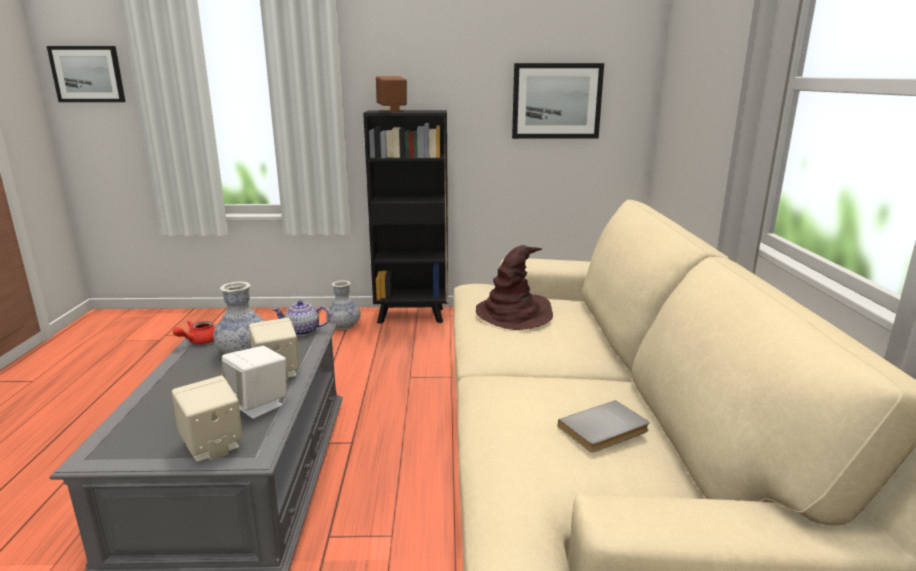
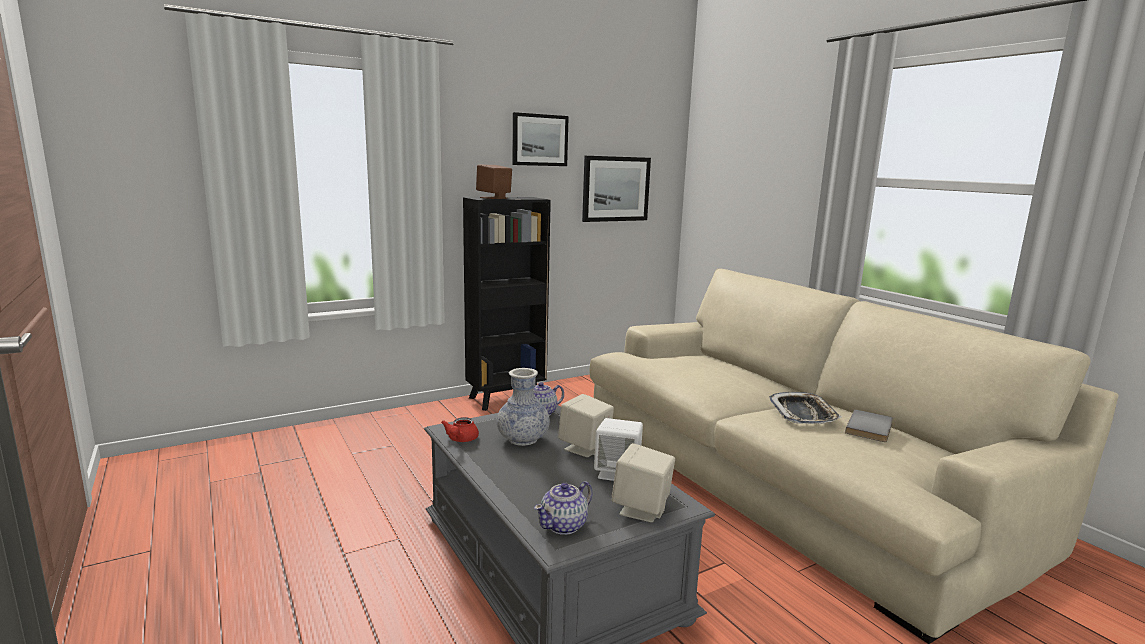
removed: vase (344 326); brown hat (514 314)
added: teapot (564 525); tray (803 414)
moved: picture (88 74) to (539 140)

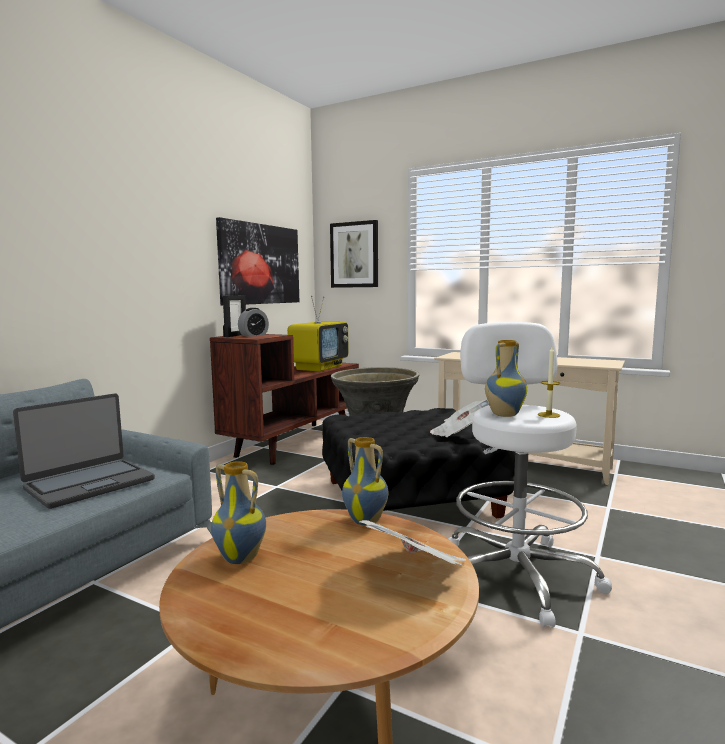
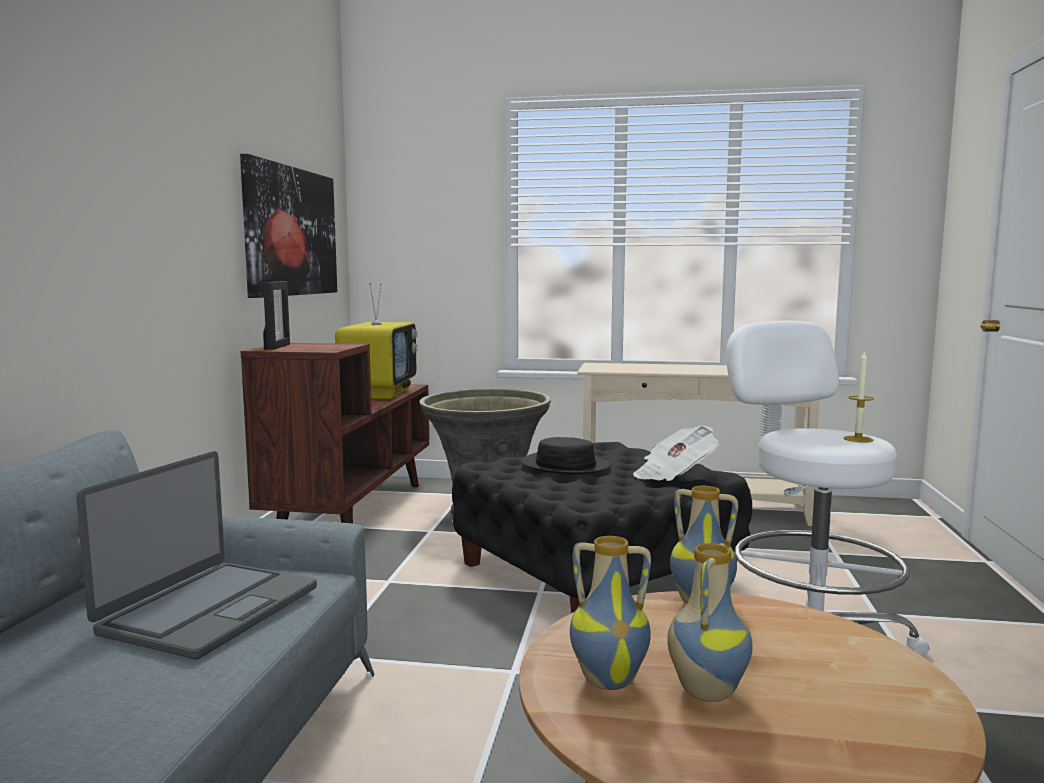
removed: alarm clock (253 335); picture (354 255); newspaper (415 570)
added: black hat (565 466)
moved: vase (504 414) to (705 691)

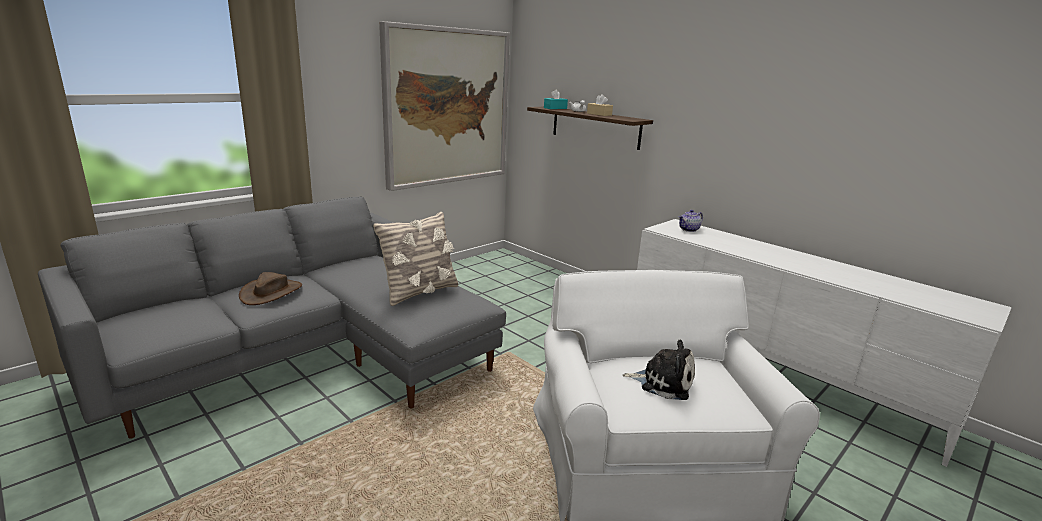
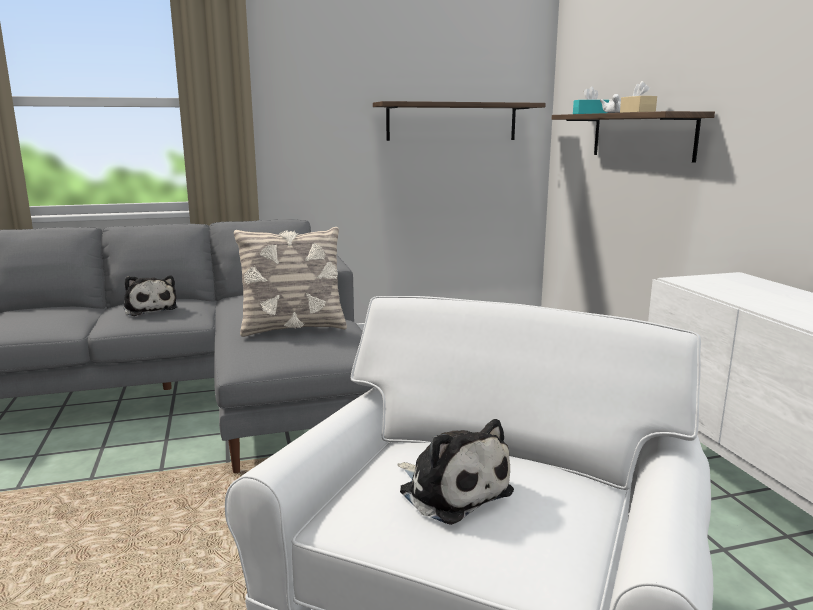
removed: teapot (689 230)
replaced: brown hat (271 292) to plush toy (150 309); picture (447 107) to shelf (452 121)

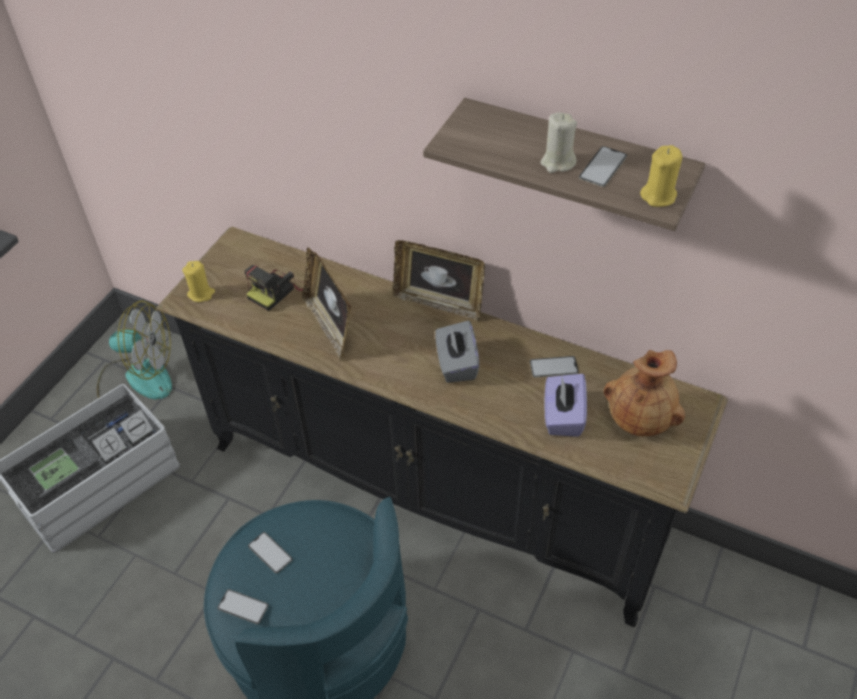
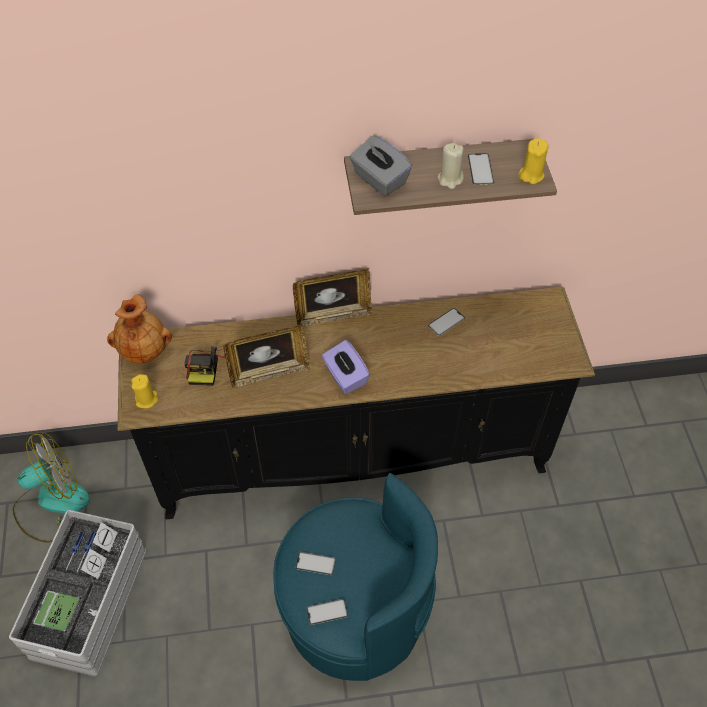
moved: brown vase (640 419) to (144 349); purple tissue box (562 416) to (345 377); grey tissue box (456 364) to (379 179)
turned: picture frame (330 325) = (269 372) 45 degrees counterclockwise

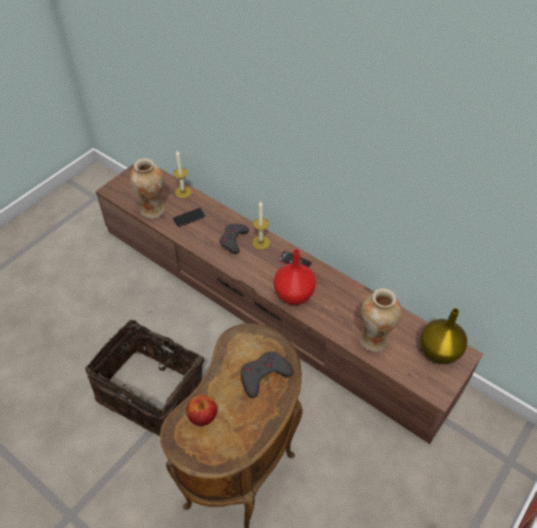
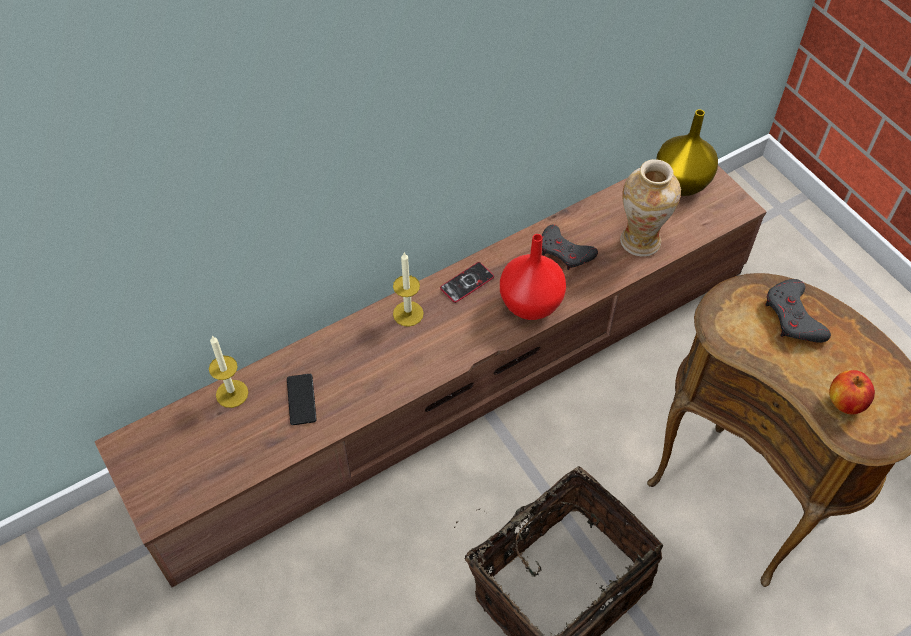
removed: vase (152 210)
moved: grey game controller (233 240) to (565 252)

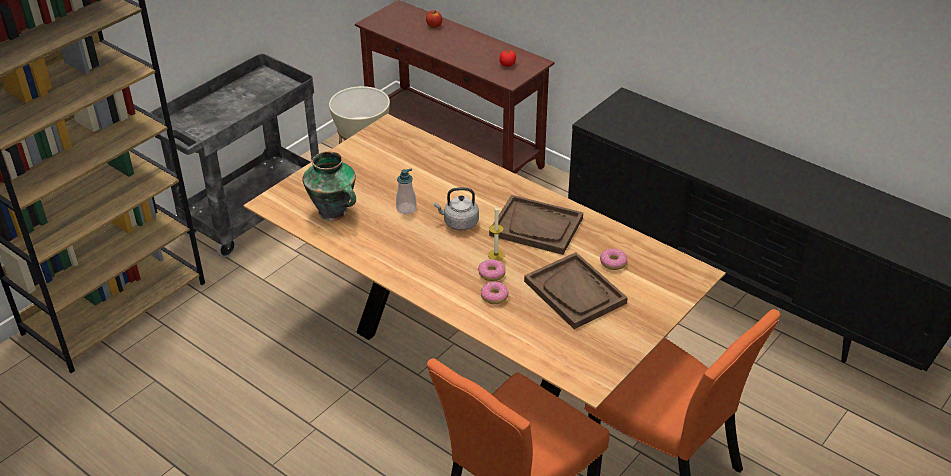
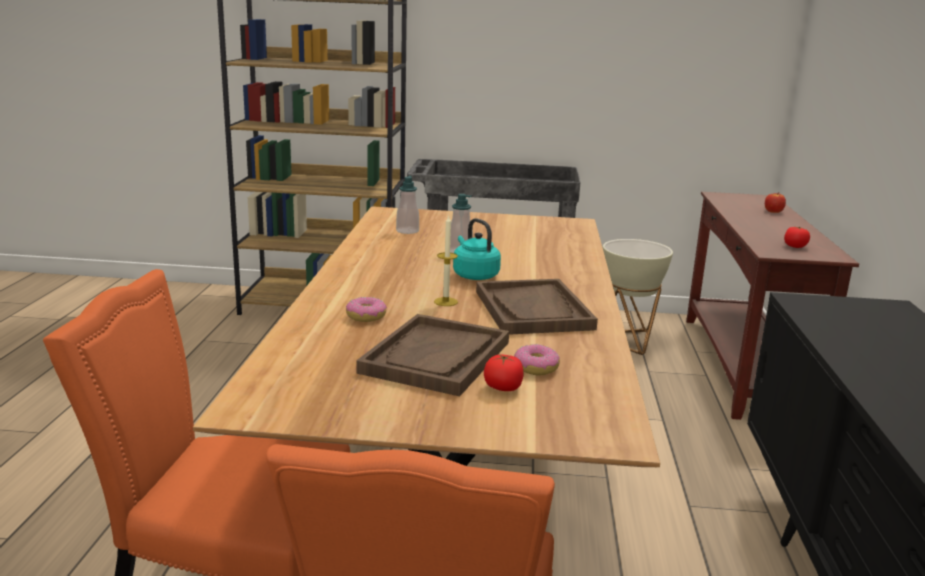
removed: donut (491 274)
added: tomato (503 388)
replaced: vase (334 213) to soap dispenser (407 231)
recoloured: grey kettle (459 223) to turquoise kettle (474 275)

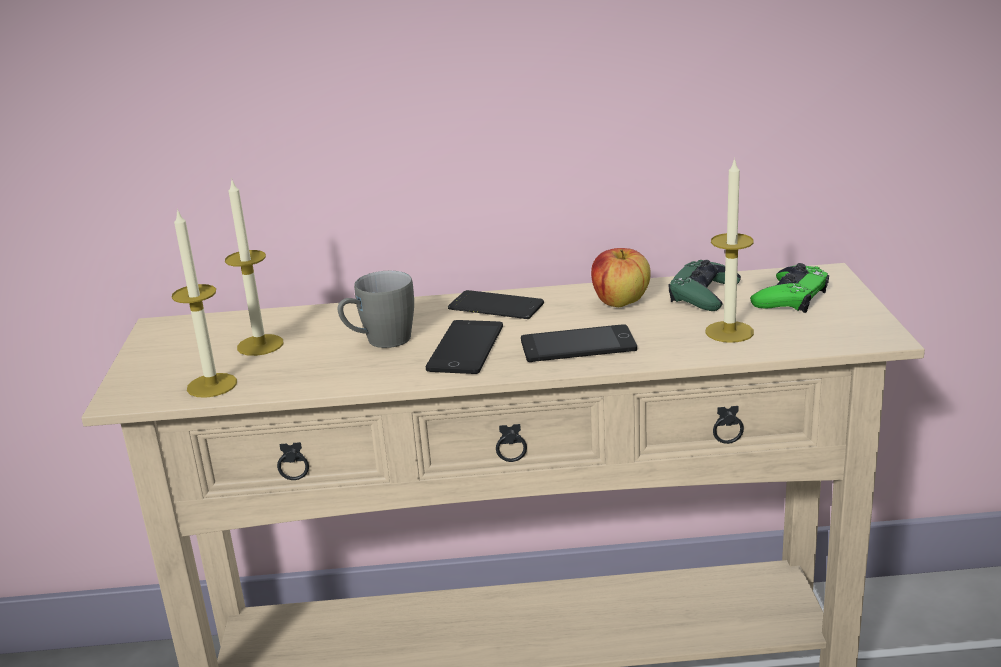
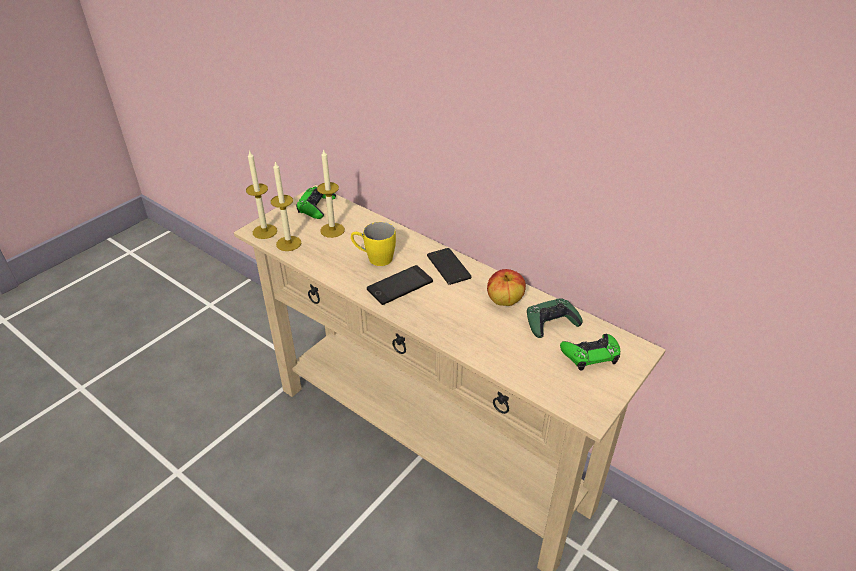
removed: phone (578 345)
added: green game controller (316 207)
moved: candle (729 332) to (265 231)
recoloured: grey mug (380 342) to yellow mug (374 258)

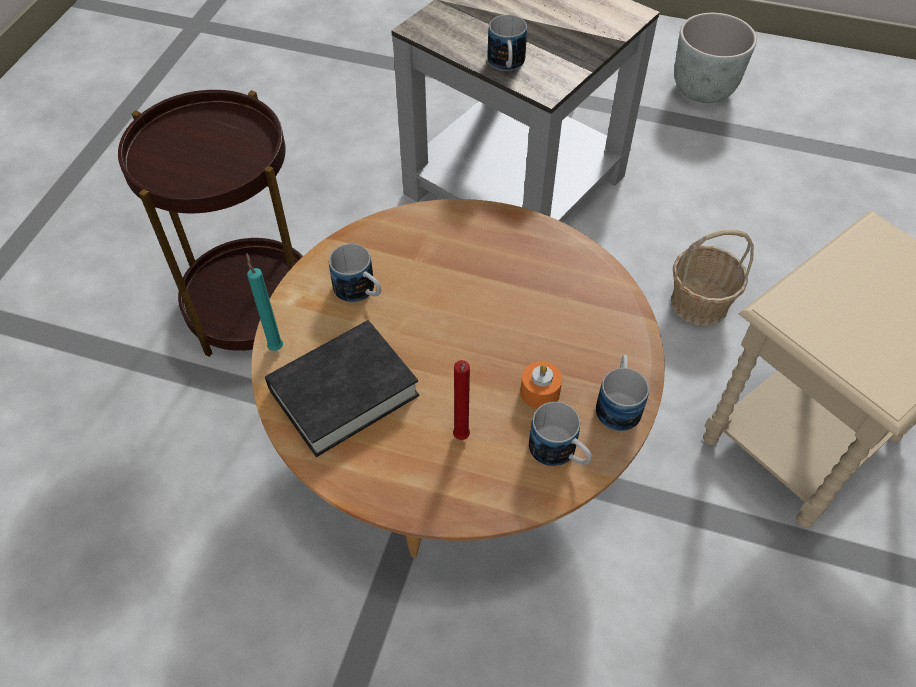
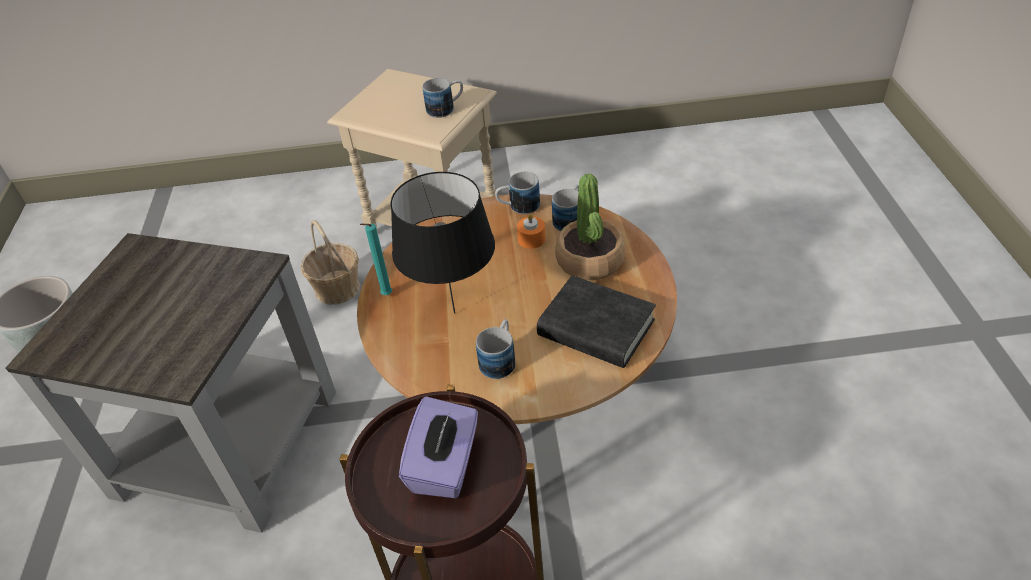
added: black table lamp (454 314); purple tissue box (445 465)
moved: turquoise candle (275 346) to (385 295); mug (506 65) to (446 108)
replaced: red candle (461 438) to potted plant (590 260)

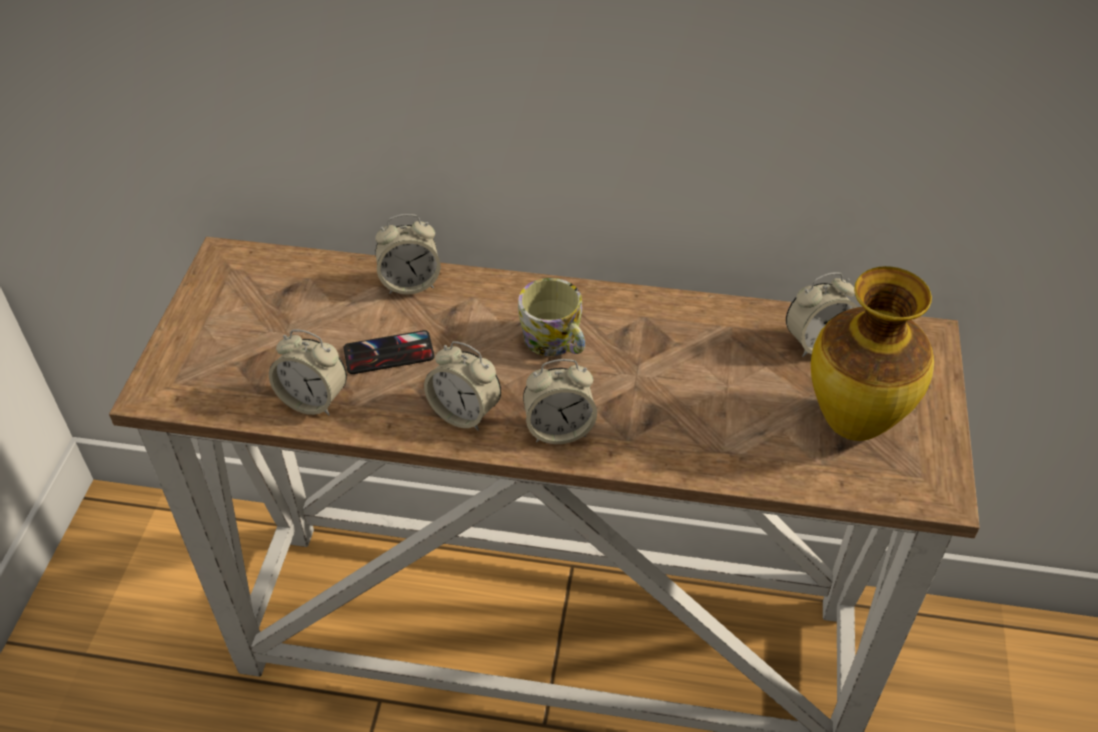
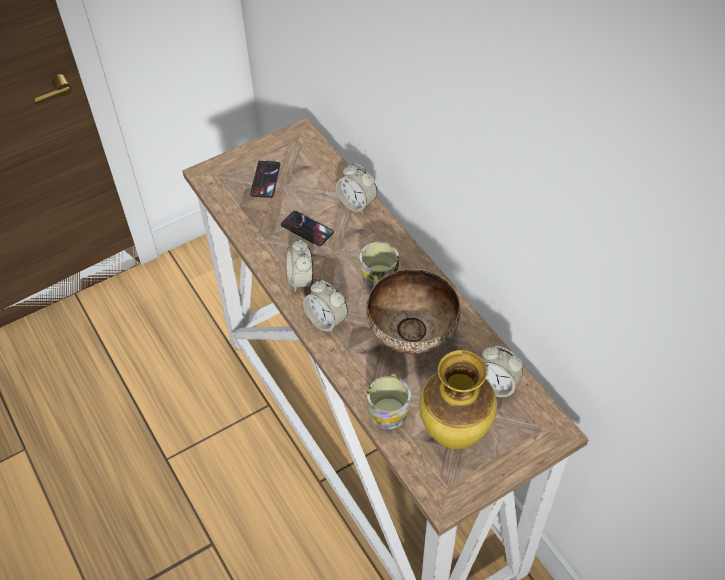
removed: alarm clock (313 400)
added: phone (265 179); bowl (413 337); mug (389 408)

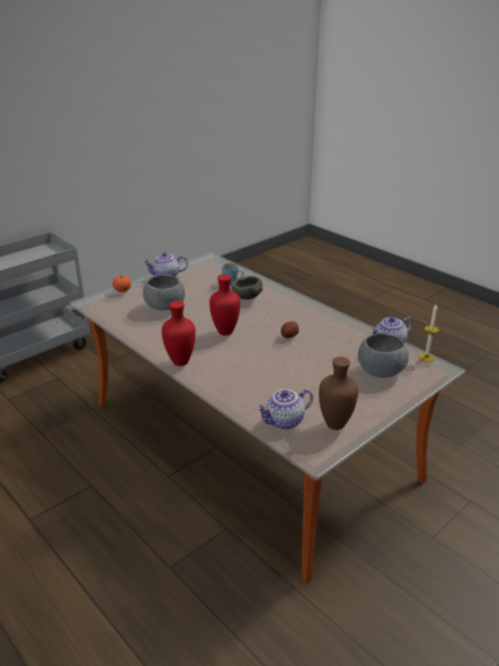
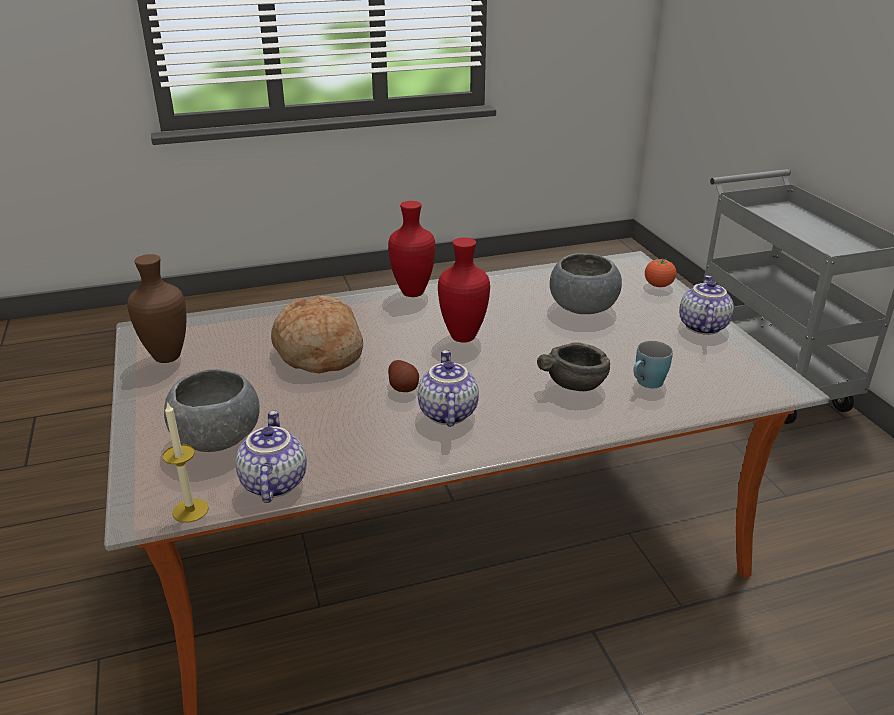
added: bread (318 352)
moved: teapot (284 422) to (446 413)

